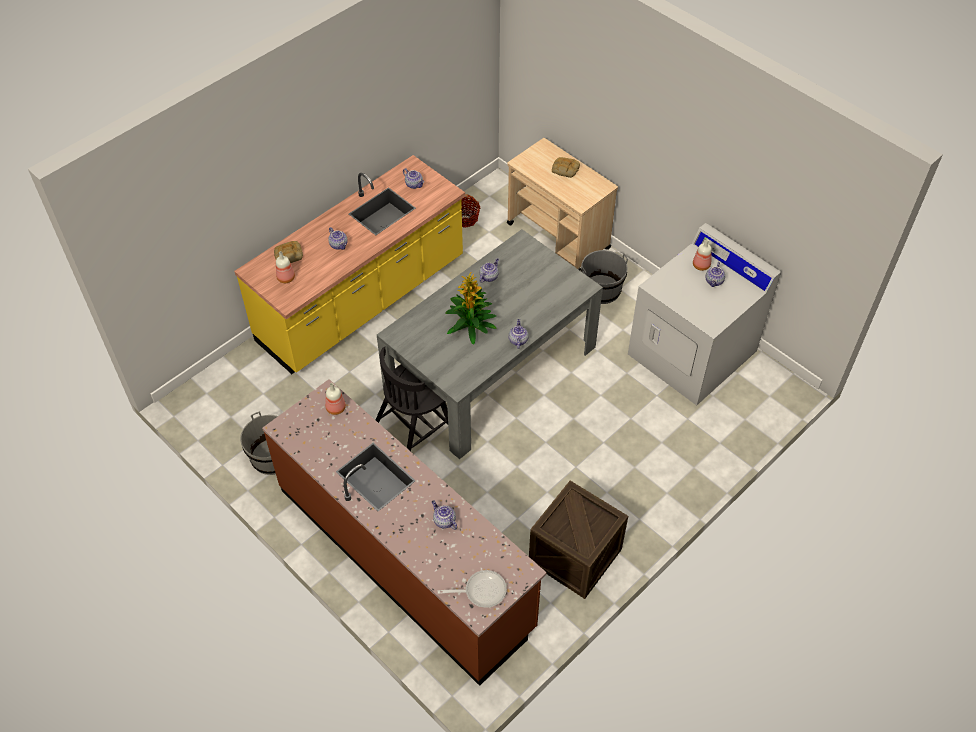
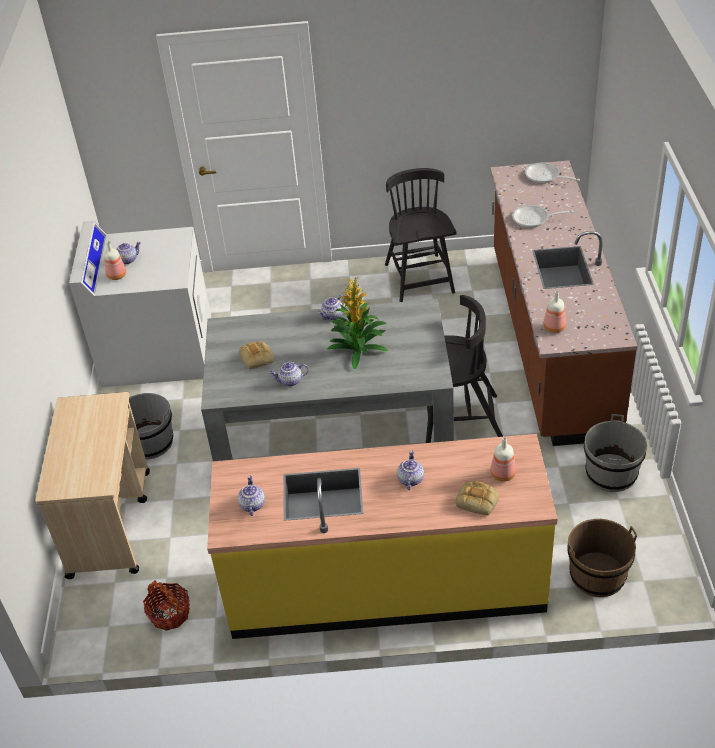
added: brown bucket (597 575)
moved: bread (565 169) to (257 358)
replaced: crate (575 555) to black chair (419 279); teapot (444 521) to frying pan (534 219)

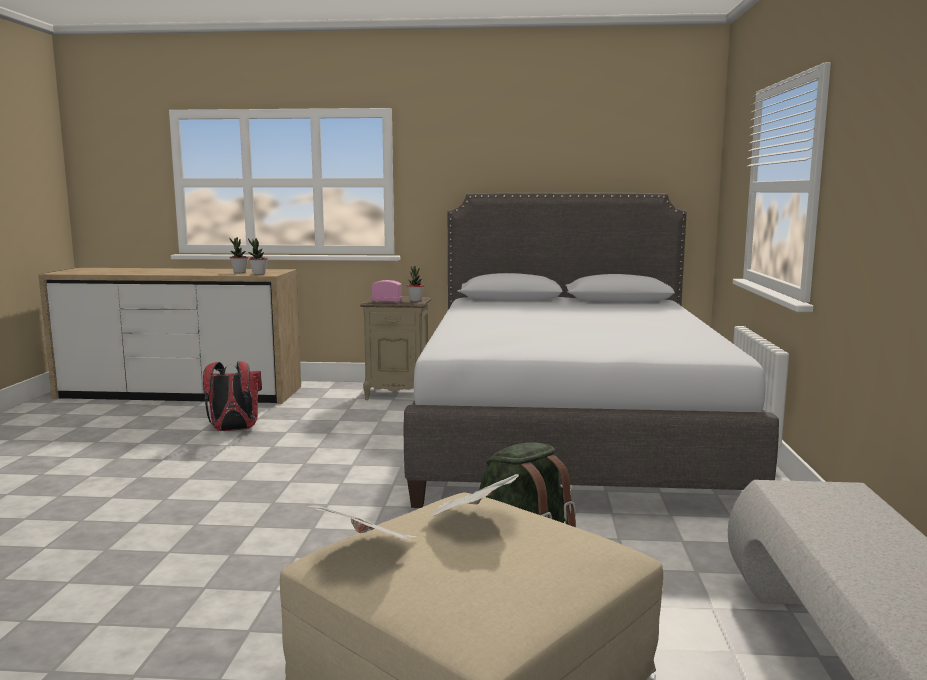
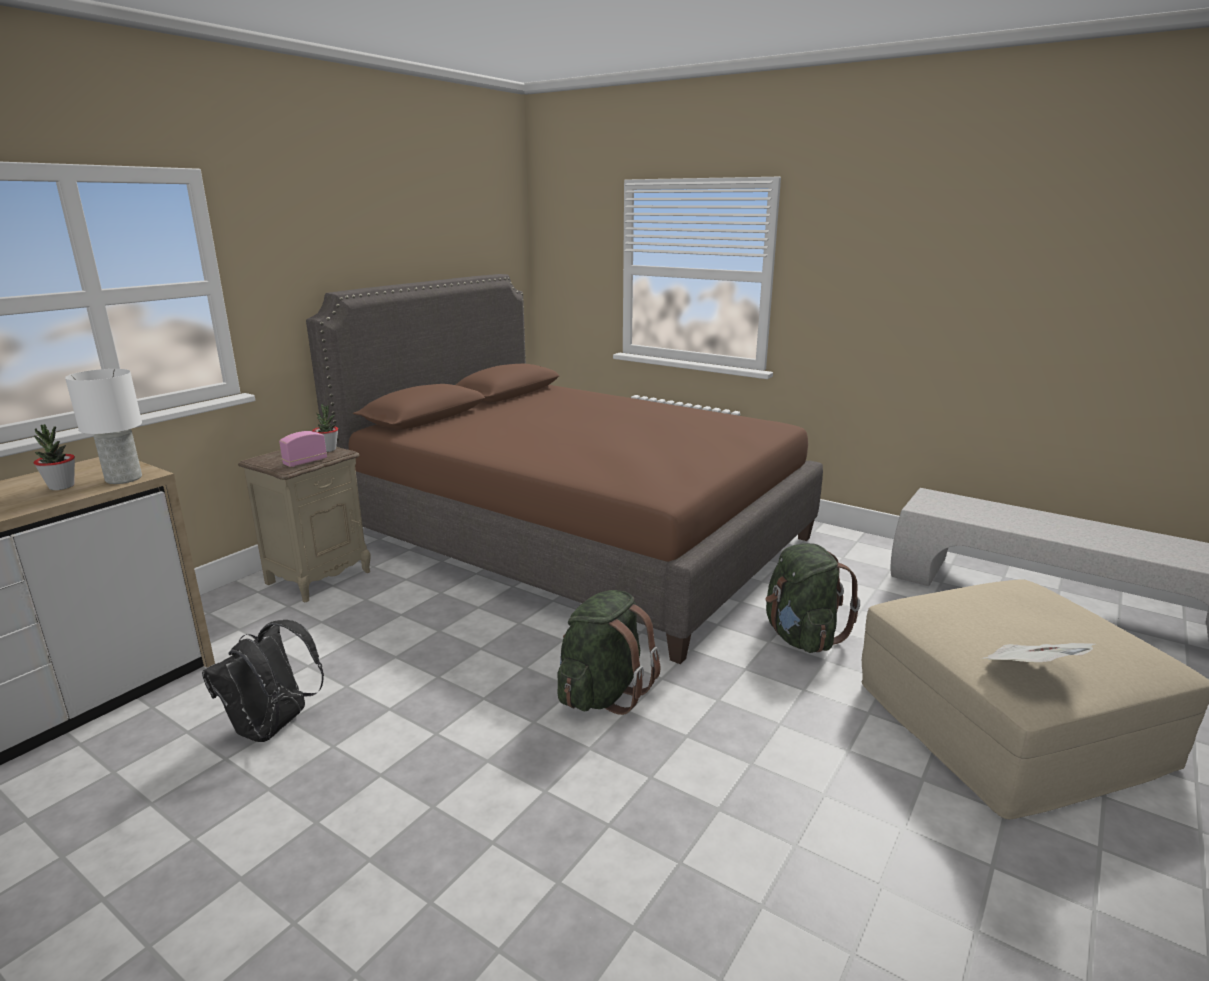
removed: newspaper (471 521)
added: green backpack (603 693)
replaced: potted plant (258 274) to white table lamp (122 479)
recoloured: red backpack (233 430) to black backpack (273 729); grey bed (568 435) to brown bed (576 539)

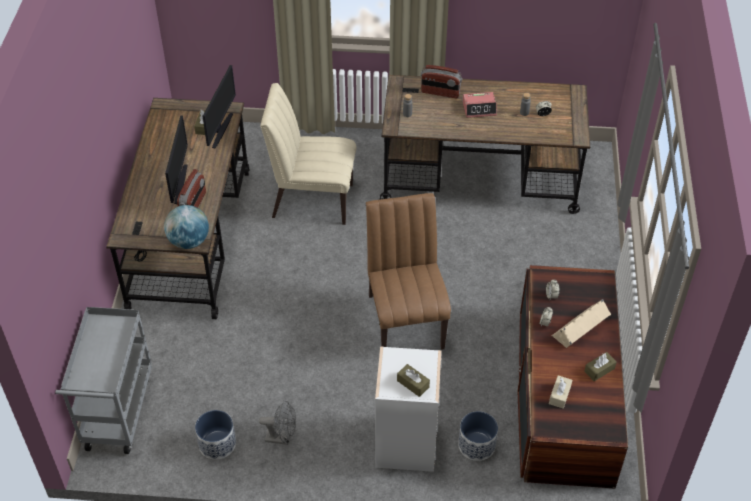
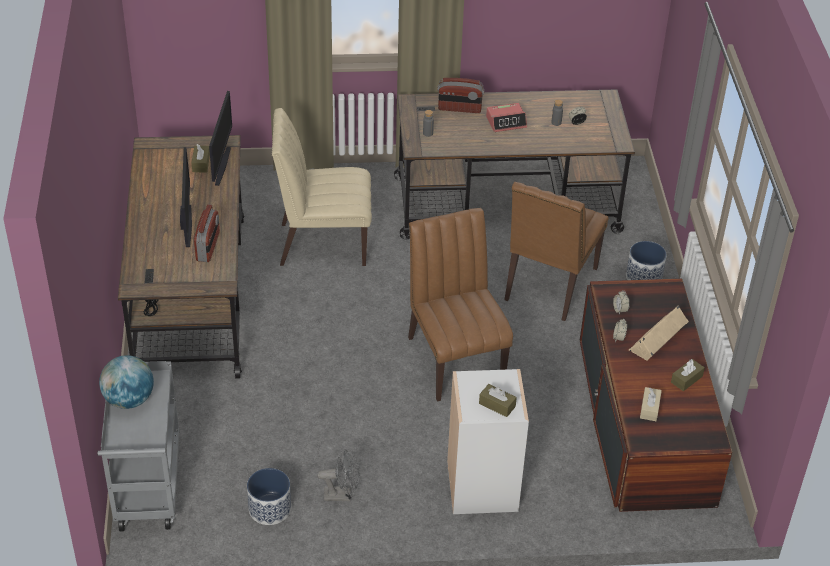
added: brown chair (551 283)
moved: globe (189 241) to (129 399); planter (477 445) to (644 277)

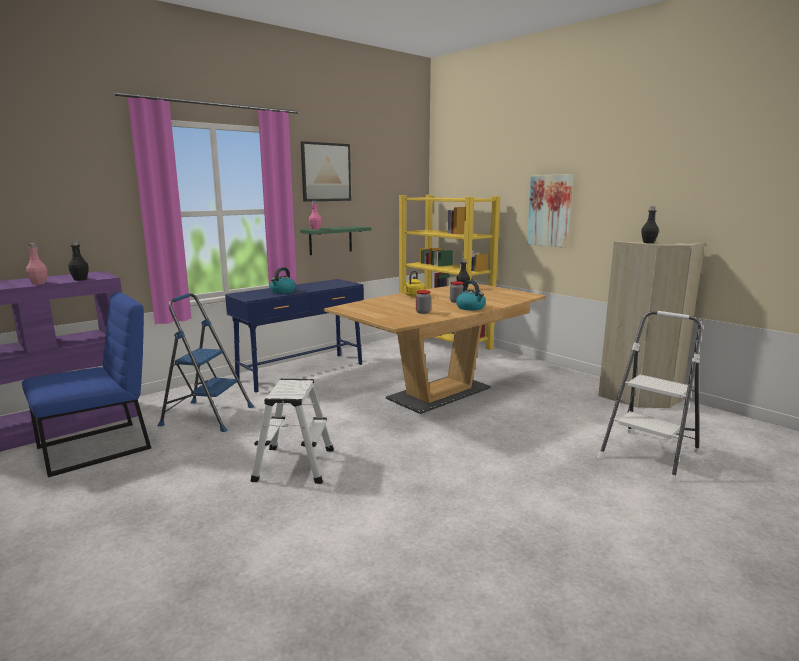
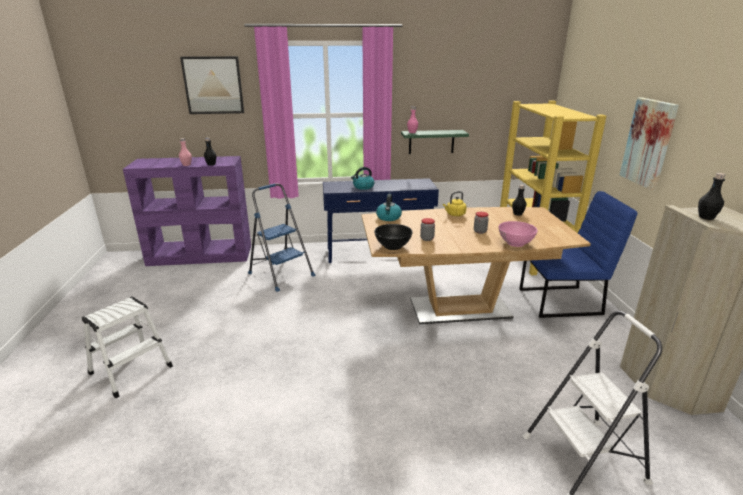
added: black bowl (392 246); pink bowl (516 243)
moved: white step ladder (294 465) to (130 369); picture (326 172) to (213 85); kettle (471 308) to (389 217); blue chair (98 447) to (562 302)

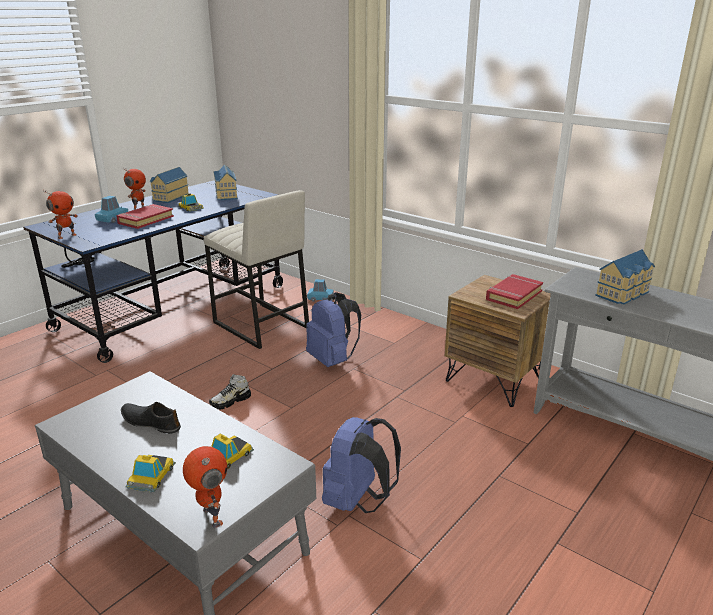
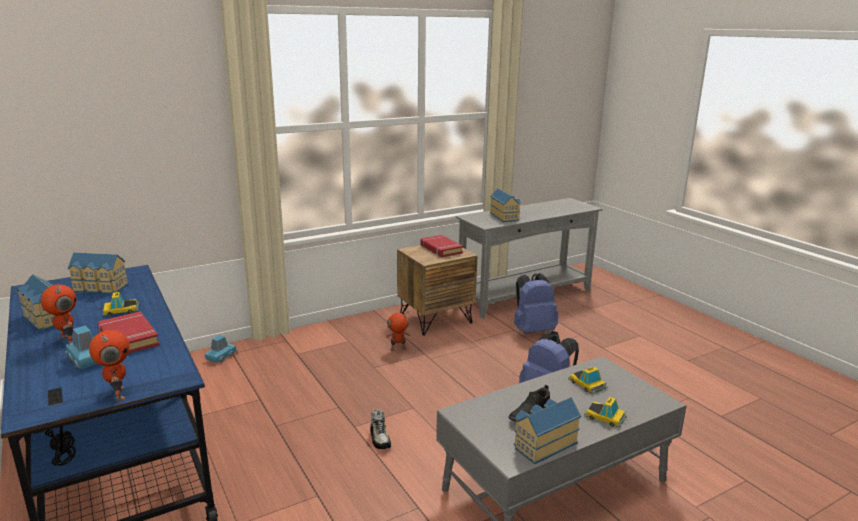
removed: beige stool (261 325)
added: toy house (543 444)
moved: toy robot (210 517) to (398 349); blue backpack (332 360) to (532 330)

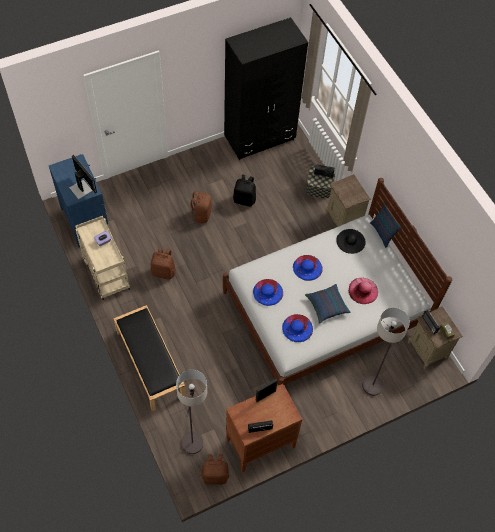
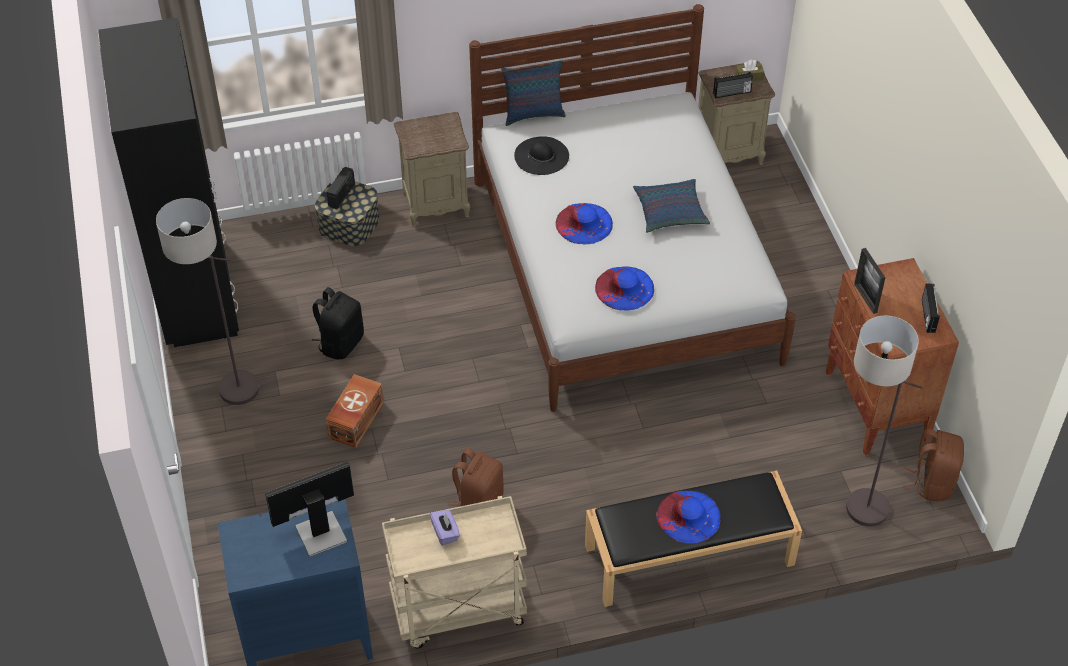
removed: pink hat (363 290)
moved: grey floor lamp (371 379) to (227 387); blue hat (297 328) to (688 516)
replaced: brown backpack (201 214) to brown storage box (355 420)

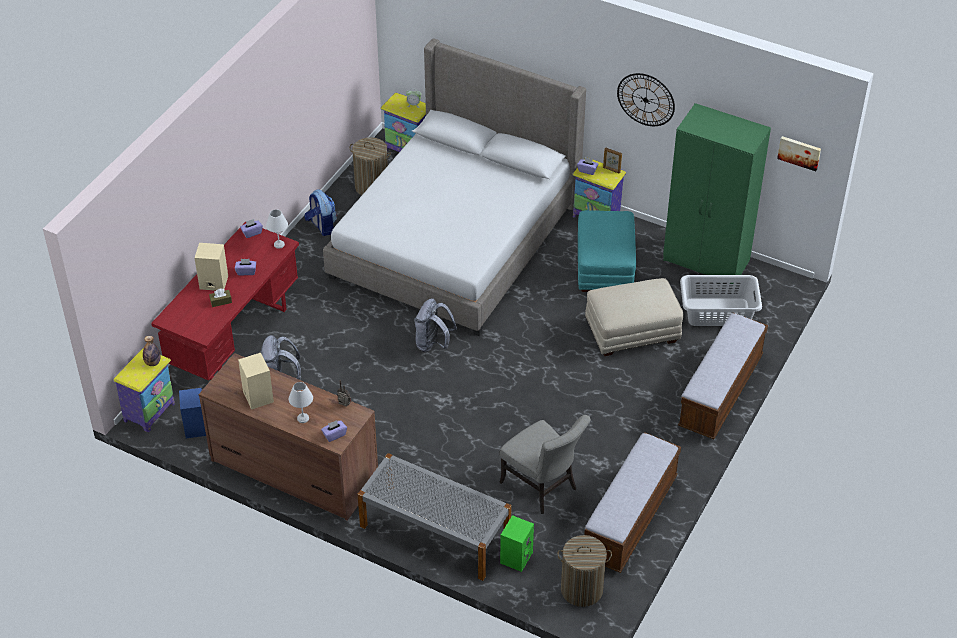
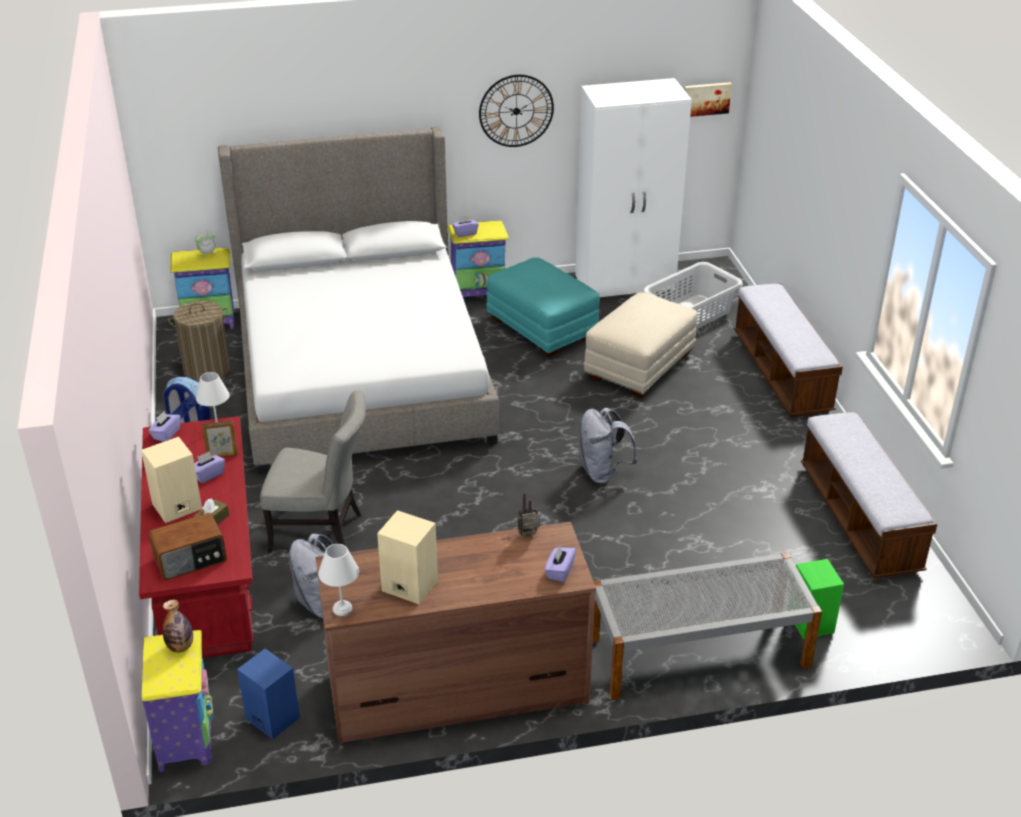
removed: laundry basket (582 589)
added: radio (191 560)
moved: picture frame (611 170) to (222 456); grey chair (542 487) to (322 531); white table lamp (303 418) to (343 608); grey backpack (433 344) to (602 473)
recoloured: green wardrobe (706 261) to white wardrobe (626 283)

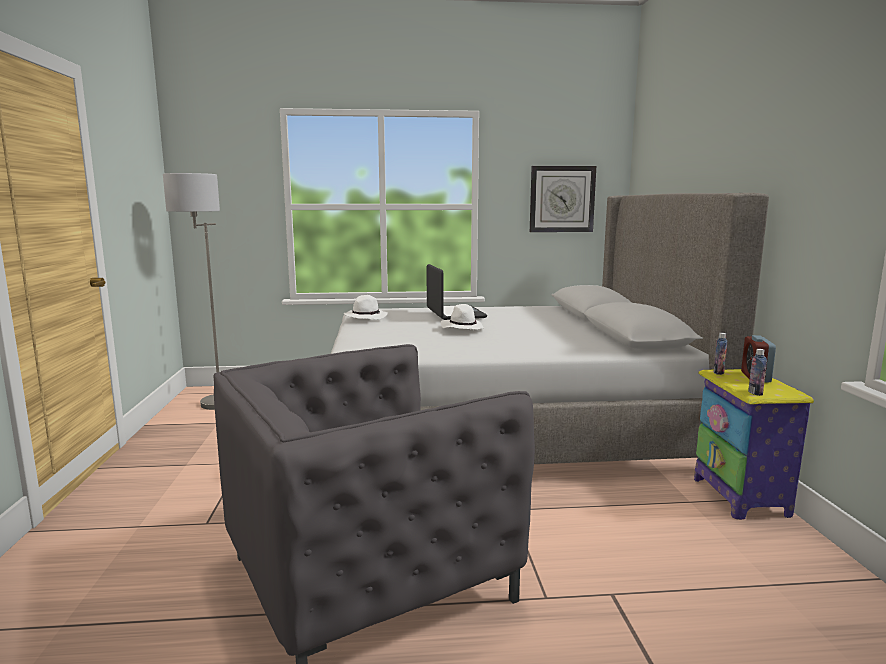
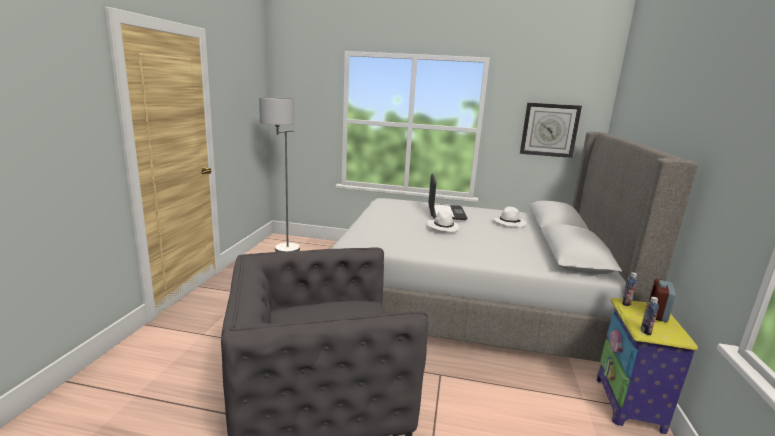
moved: white hat (366 317) to (509 223)

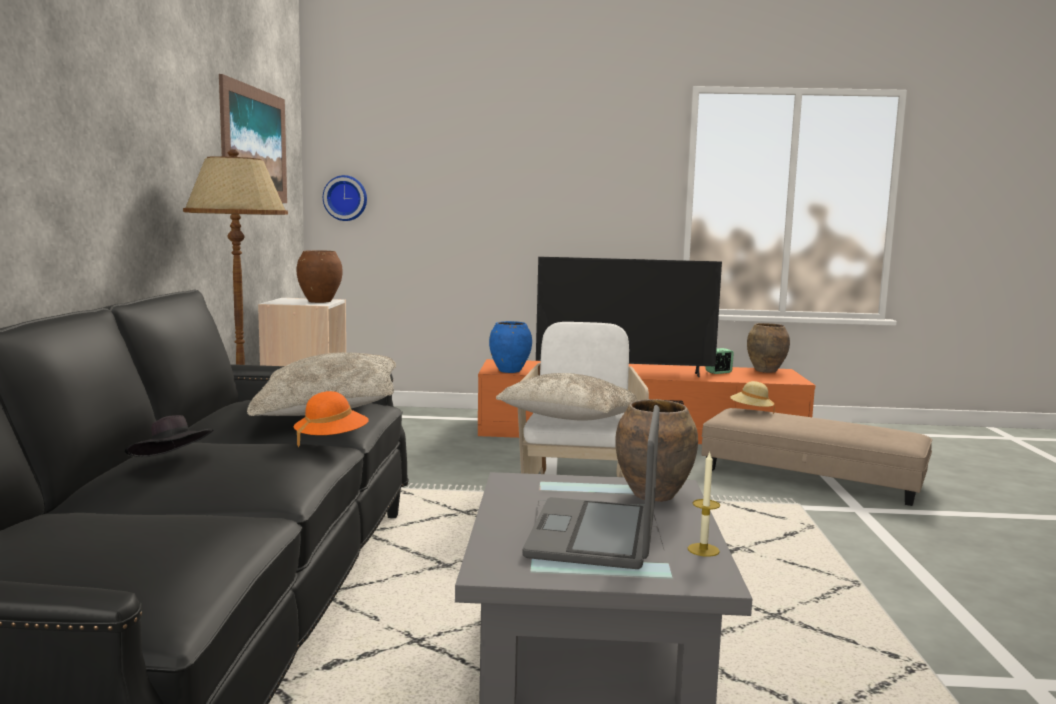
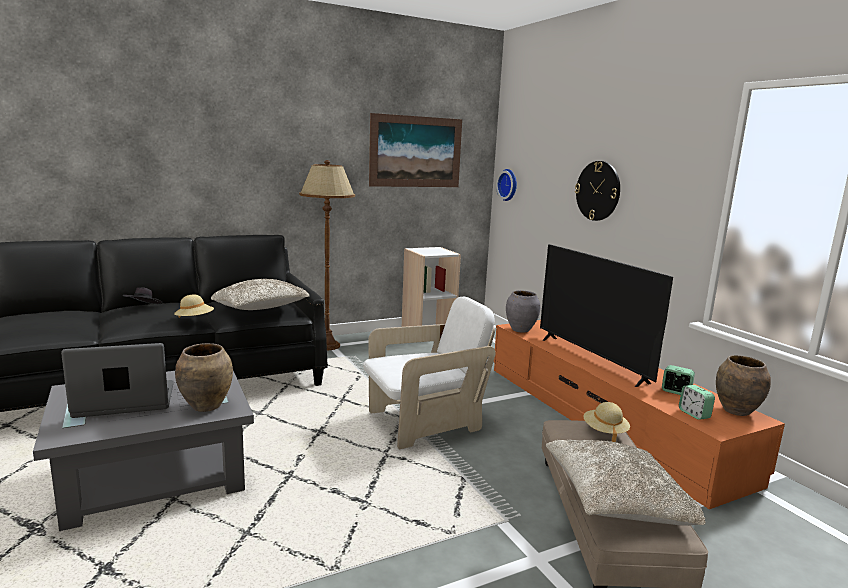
removed: brown vase (319 301); candle (703 550)
added: wall clock (598 191); alarm clock (694 414)
moved: beige pillow (570 419) to (617 499)
recoloured: orange hat (331 441) to beige hat (195 320); blue vase (509 371) to grey vase (520 330)

